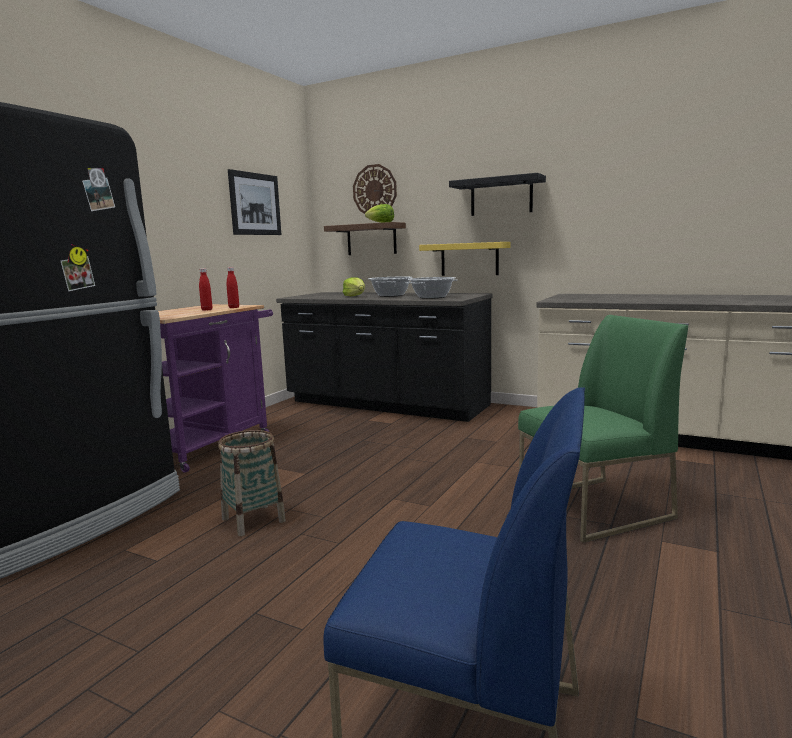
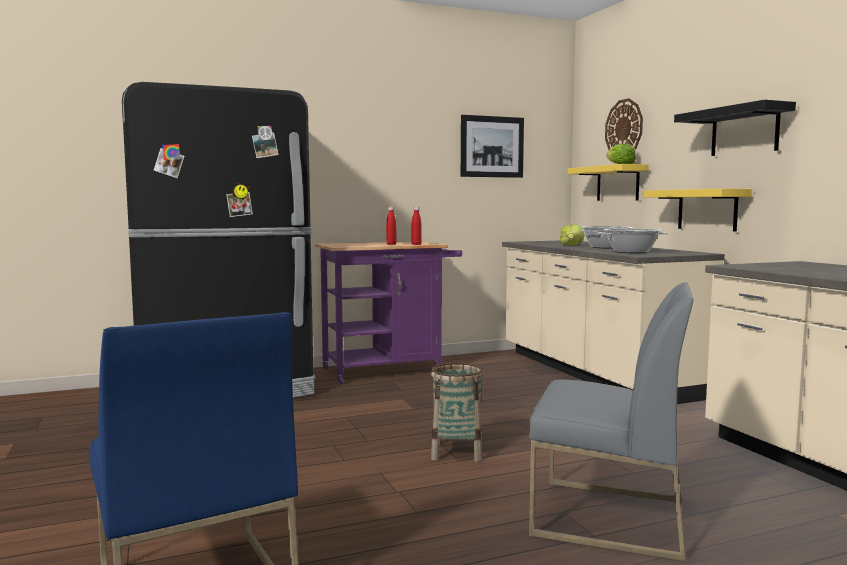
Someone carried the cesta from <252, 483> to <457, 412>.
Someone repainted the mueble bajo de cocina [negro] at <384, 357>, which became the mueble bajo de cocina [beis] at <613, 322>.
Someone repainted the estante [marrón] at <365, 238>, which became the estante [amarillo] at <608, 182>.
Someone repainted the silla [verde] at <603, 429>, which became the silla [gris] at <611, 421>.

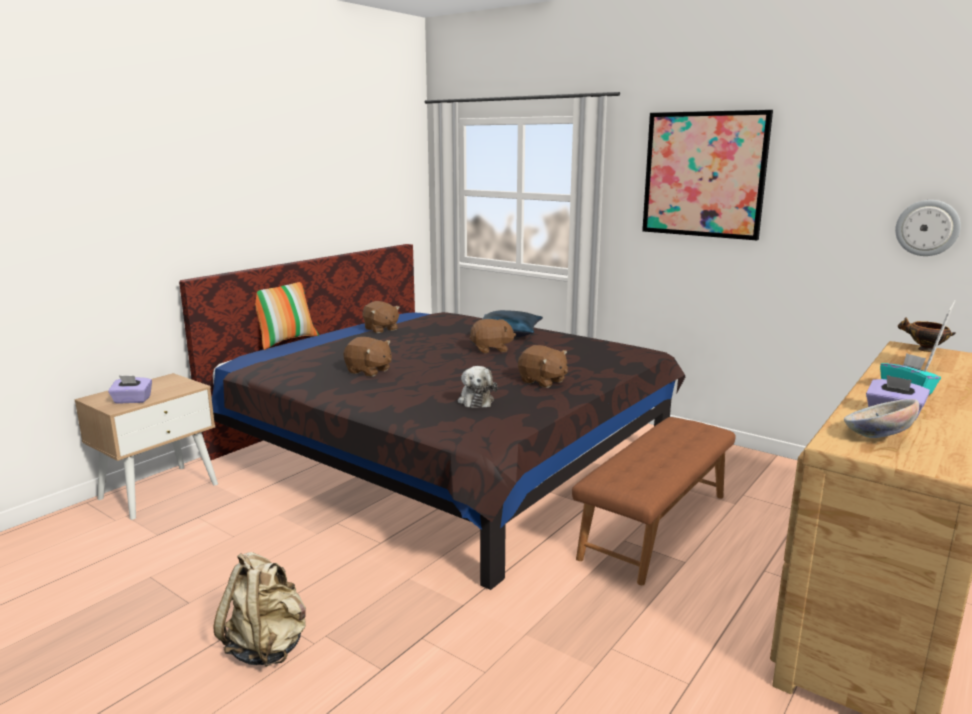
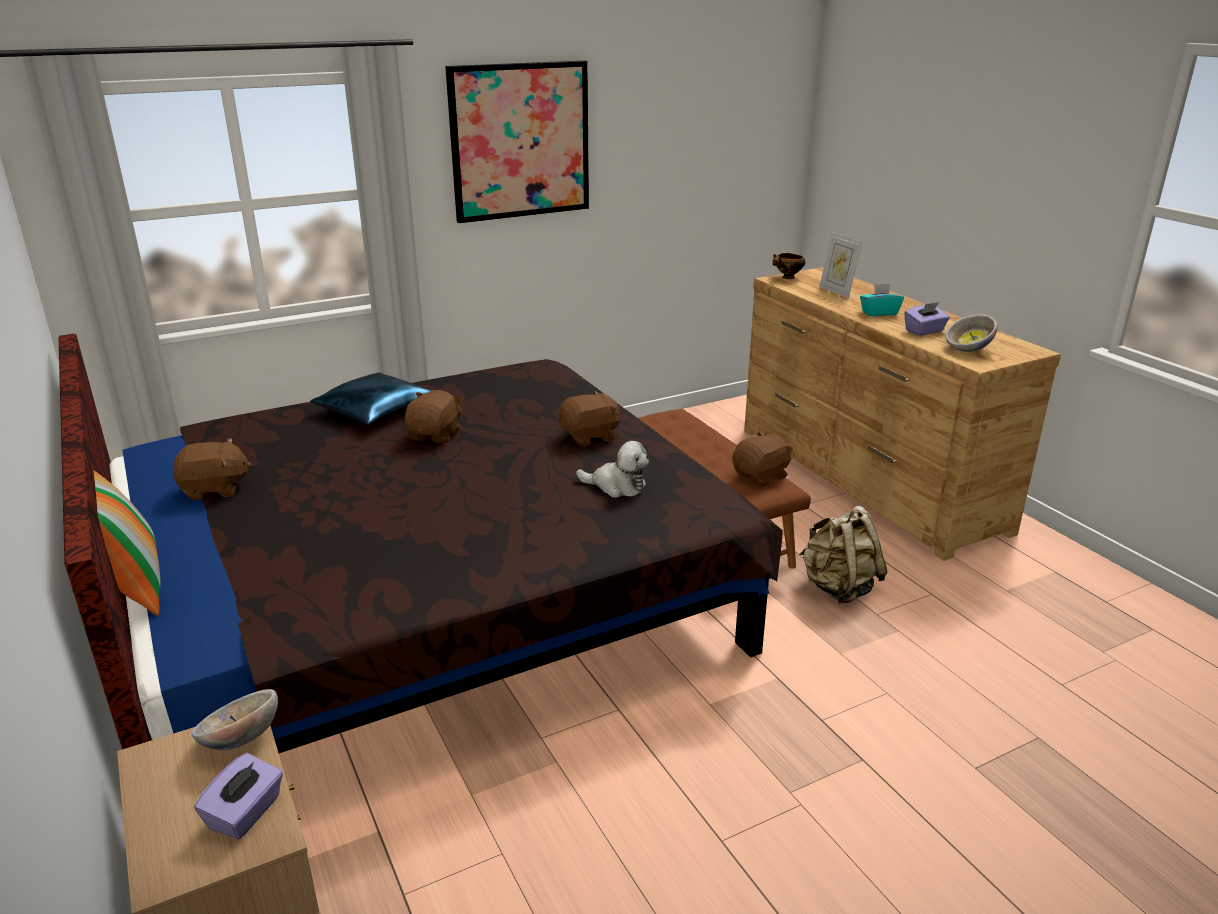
Someone took away the reloj de pared at <928, 228>.
Someone put down the cuenco at <235, 719>.
Someone carried the mochila [beis] from <259, 609> to <844, 555>.
Someone carried the peluche [marrón] from <367, 357> to <763, 459>.

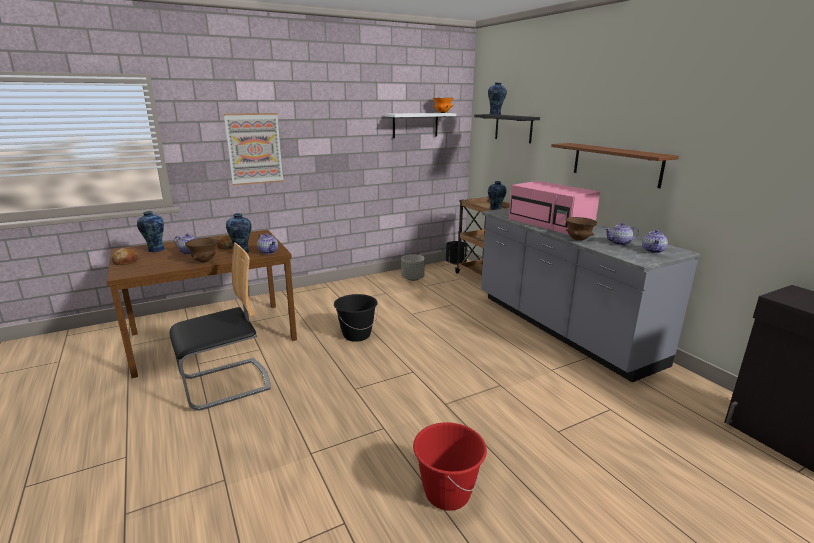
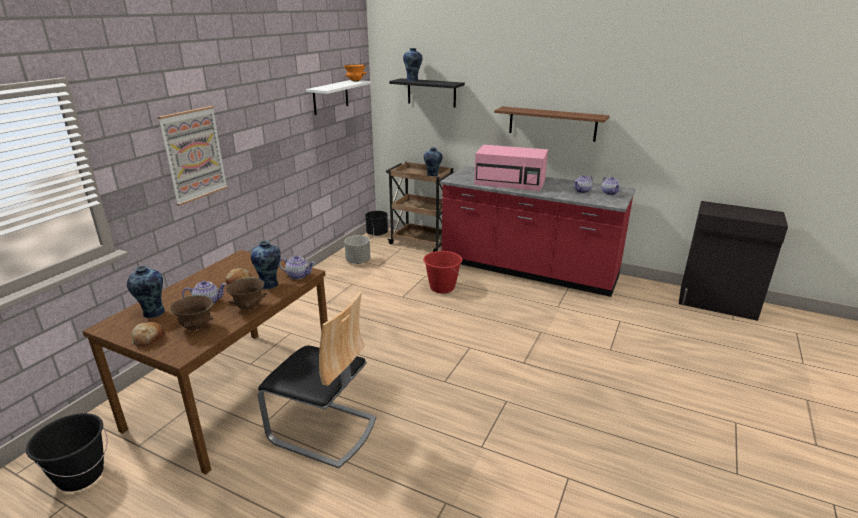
Someone carried the cubo [negro] from <356, 318> to <66, 452>.
Someone carried the cubo [rojo] from <450, 466> to <442, 272>.
Someone carried the cuenco [marrón] from <581, 229> to <191, 312>.
Someone repainted the mueble bajo de cocina [gris] at <591, 295>, which became the mueble bajo de cocina [rojo] at <537, 231>.
Someone rotated the silla at <220, 327> by 90 degrees clockwise.

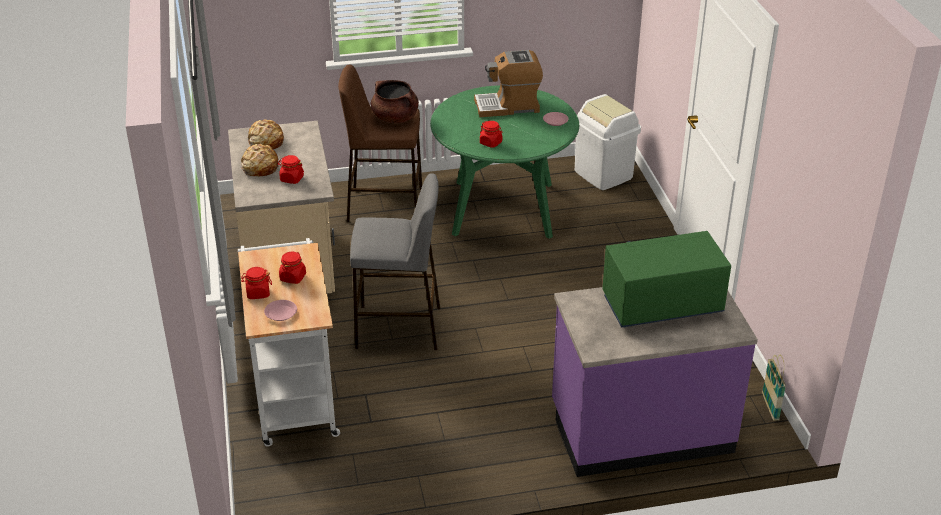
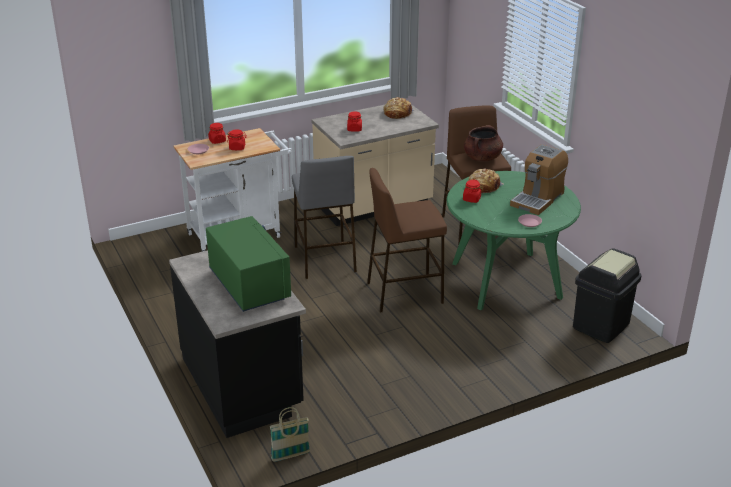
Someone put down the taburete [marrón] at <407, 240>.
Someone carried the pan from <260, 160> to <486, 180>.
Someone repainted the mueble bajo de cocina [morado] at <655, 382>, which became the mueble bajo de cocina [negro] at <237, 344>.
Someone repainted the papelera [blanco] at <608, 142>, which became the papelera [negro] at <607, 295>.
Someone rotated the cafetera at <508, 83> by 120 degrees counterclockwise.

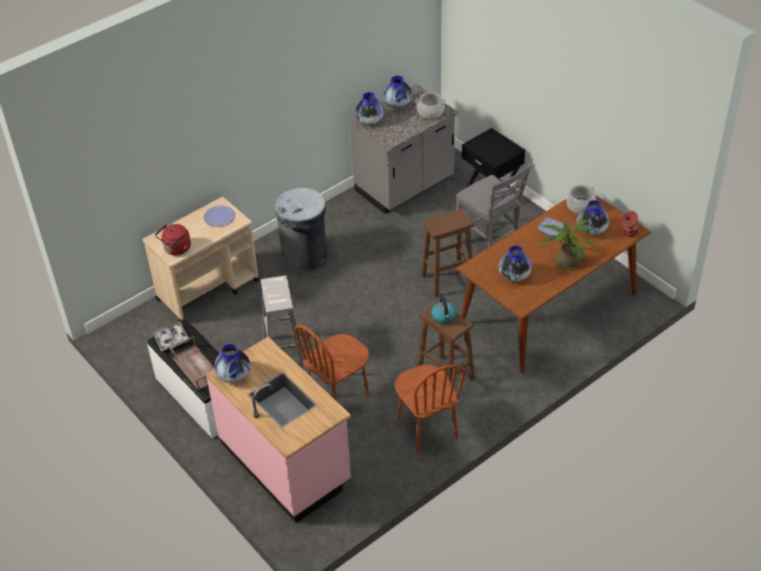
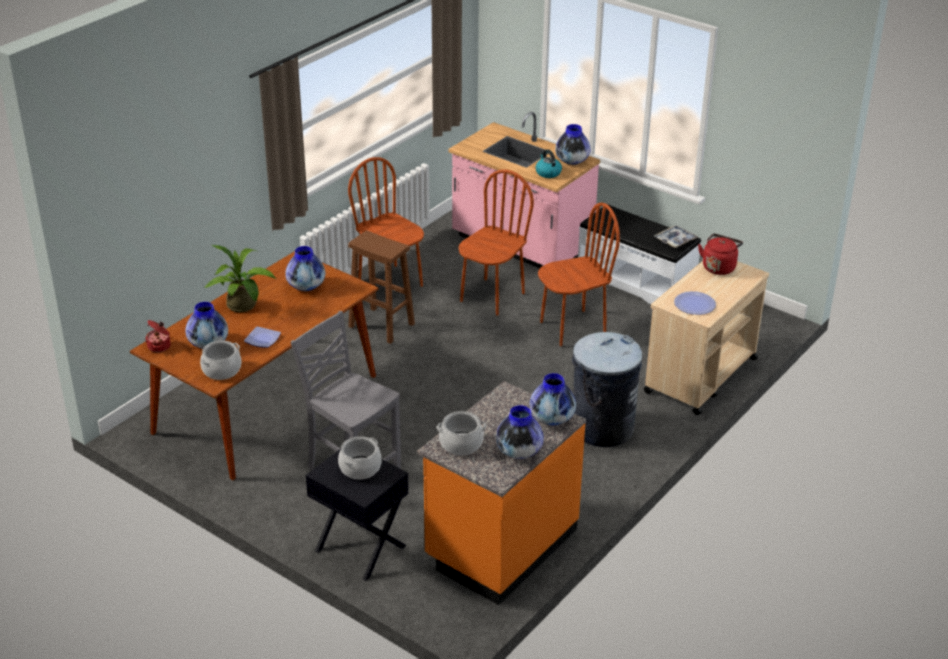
Someone took away the bandeja [marrón] at <192, 363>.
Someone took away the taburete [marrón] at <447, 253>.
Someone put down the olla at <360, 458>.
Someone carried the hervidor from <444, 310> to <549, 163>.
Someone swapped the taburete [blanco] at <282, 320> for the silla [marrón] at <579, 274>.
Someone repainted the mueble bajo de cocina [gris] at <403, 149>, which became the mueble bajo de cocina [naranja] at <501, 493>.

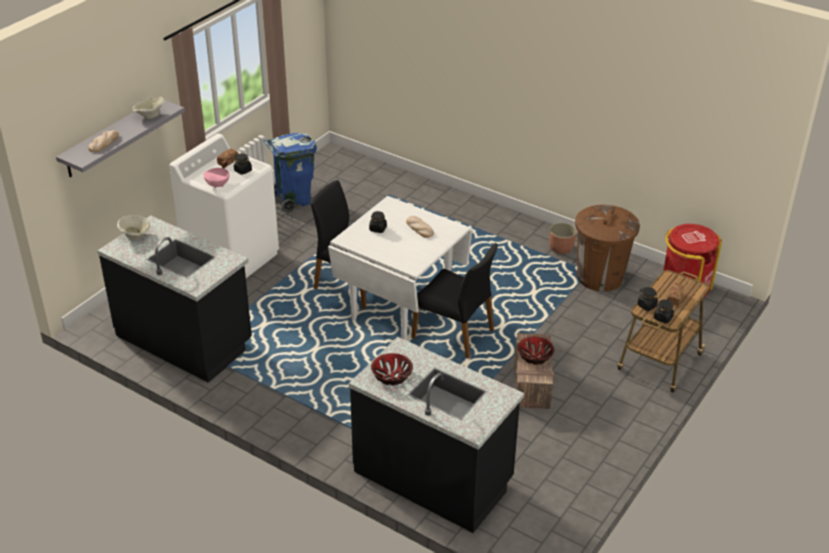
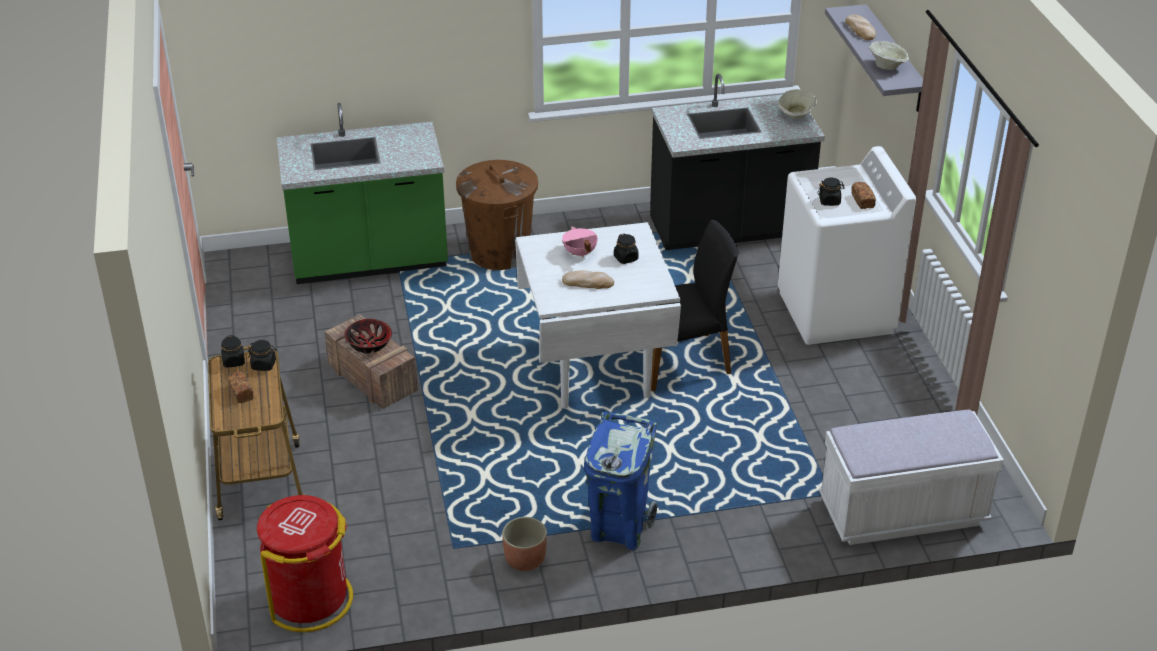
Someone took away the cuenco at <392, 369>.
Someone took away the silla [negro] at <454, 301>.
Someone put down the banco [blanco] at <911, 477>.
Someone carried the olla [rosa] from <217, 174> to <580, 242>.
Someone carried the papelera [azul] from <290, 173> to <621, 481>.
Someone carried the papelera [marrón] from <607, 248> to <497, 215>.
Someone repainted the mueble bajo de cocina [negro] at <436, 435>, which became the mueble bajo de cocina [verde] at <362, 193>.

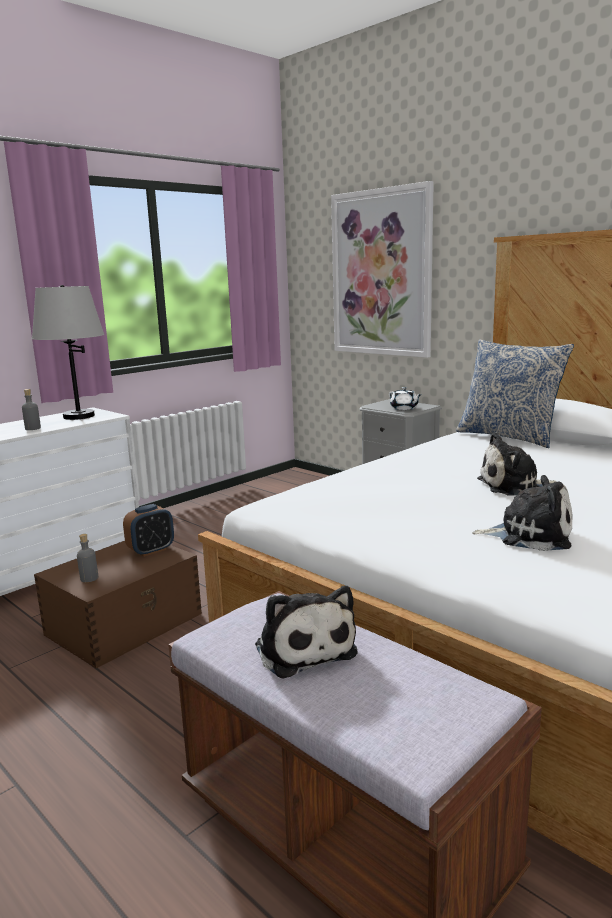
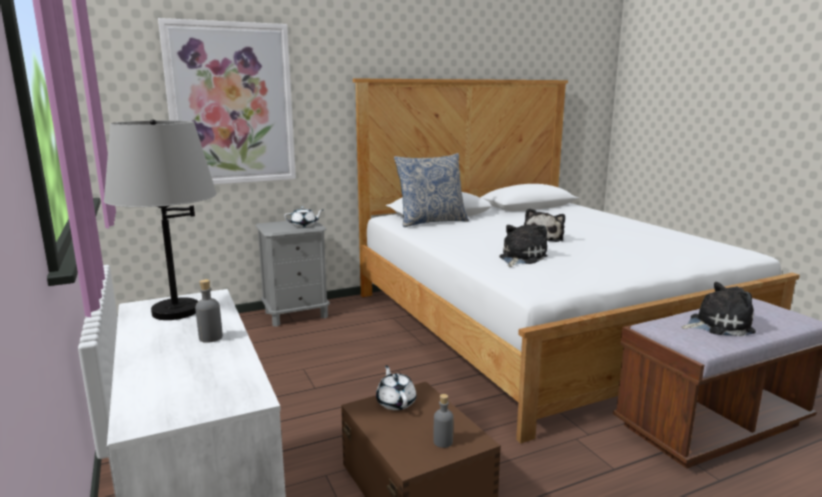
Someone carried the peluche from <522, 513> to <523, 245>.
Someone swapped the despertador at <148, 530> for the tetera [blanco] at <396, 387>.

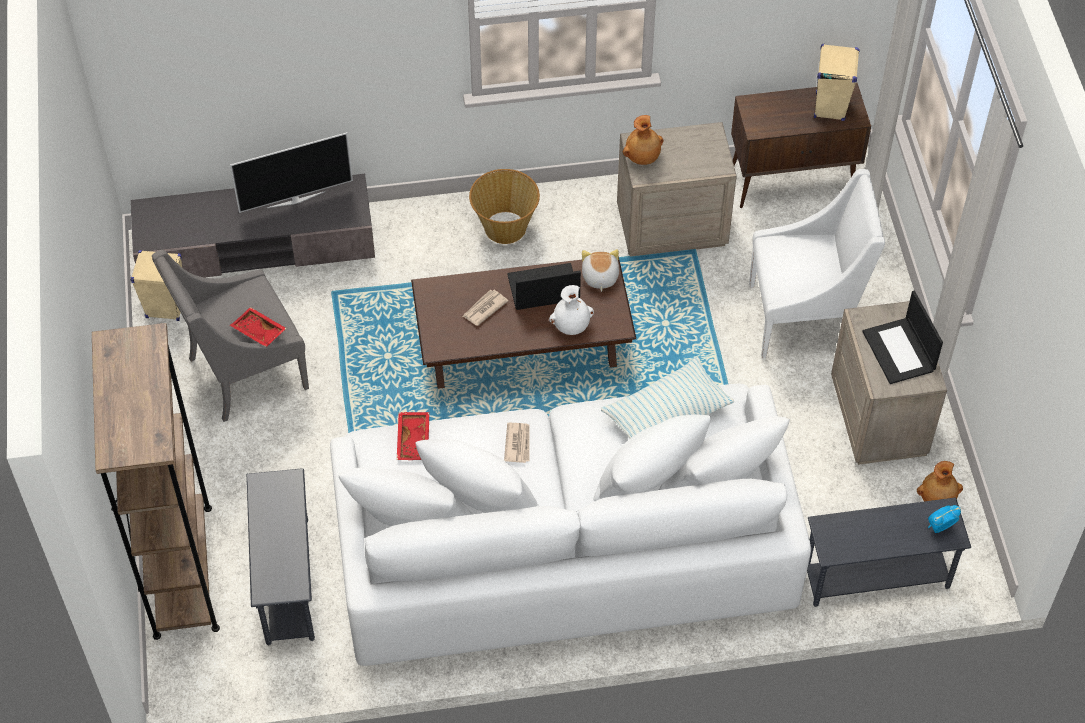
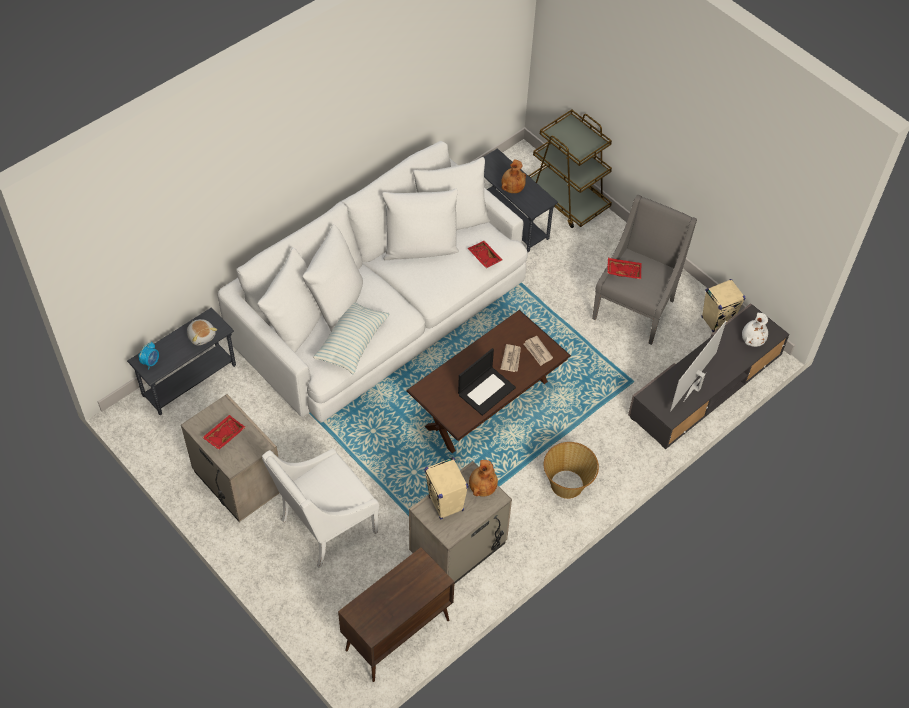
Someone carried the periódico from <517, 443> to <538, 351>.
Someone carried the florero [blanco] from <571, 310> to <755, 330>.
Someone carried the peluche from <600, 270> to <202, 332>.
Someone carried the altavoz [beis] from <836, 82> to <446, 488>.
Someone carried the florero [marrón] from <940, 481> to <513, 176>.
Someone swapped the estantería [marrón] at <156, 481> for the carrito [marrón] at <570, 168>.
Someone swapped the portátil at <902, 337> for the bandeja [rojo] at <224, 432>.

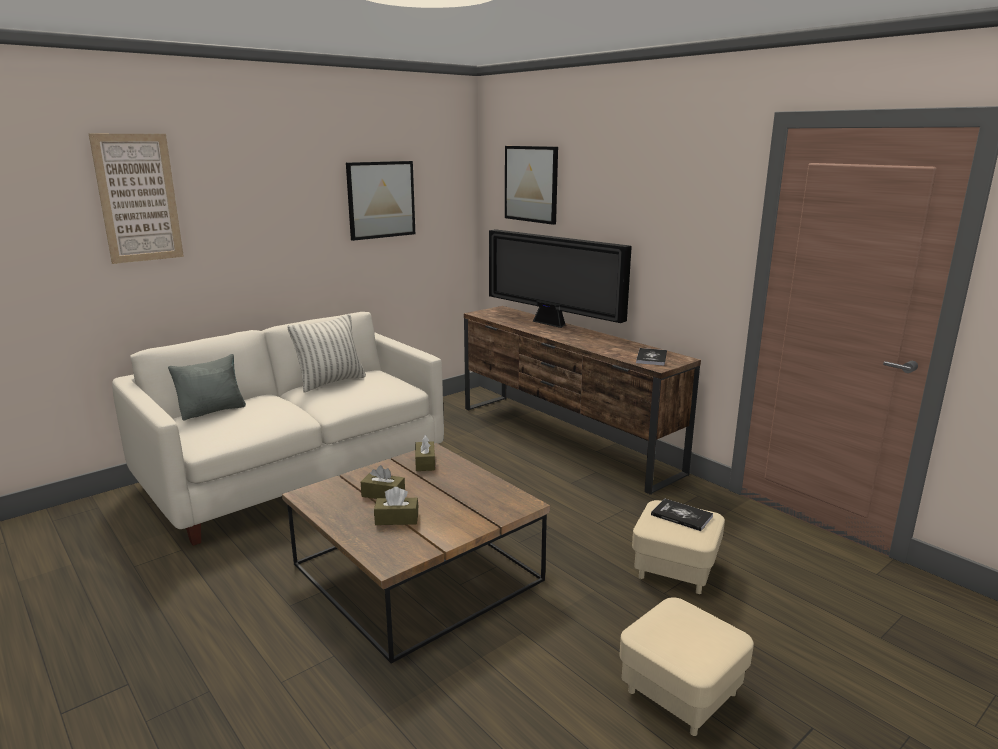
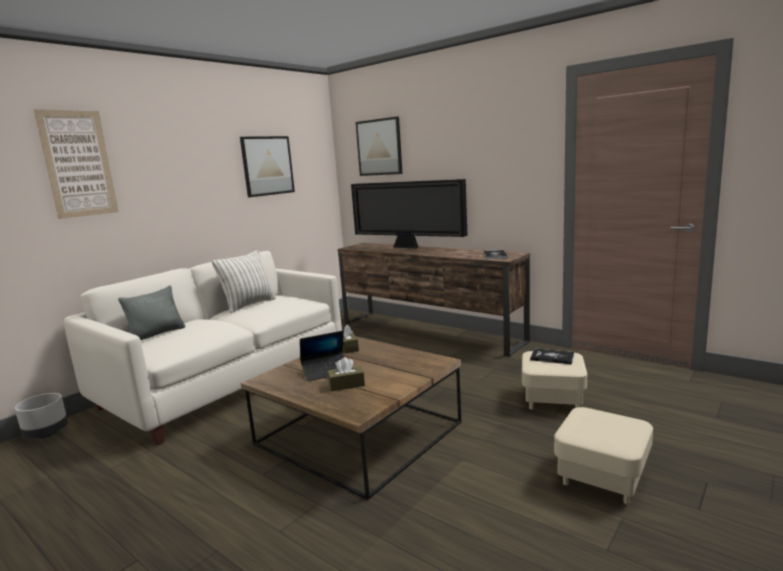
Someone put down the maceta [gris] at <41, 416>.
Someone swapped the caja de pañuelos [marrón] at <383, 482> for the portátil at <322, 356>.

